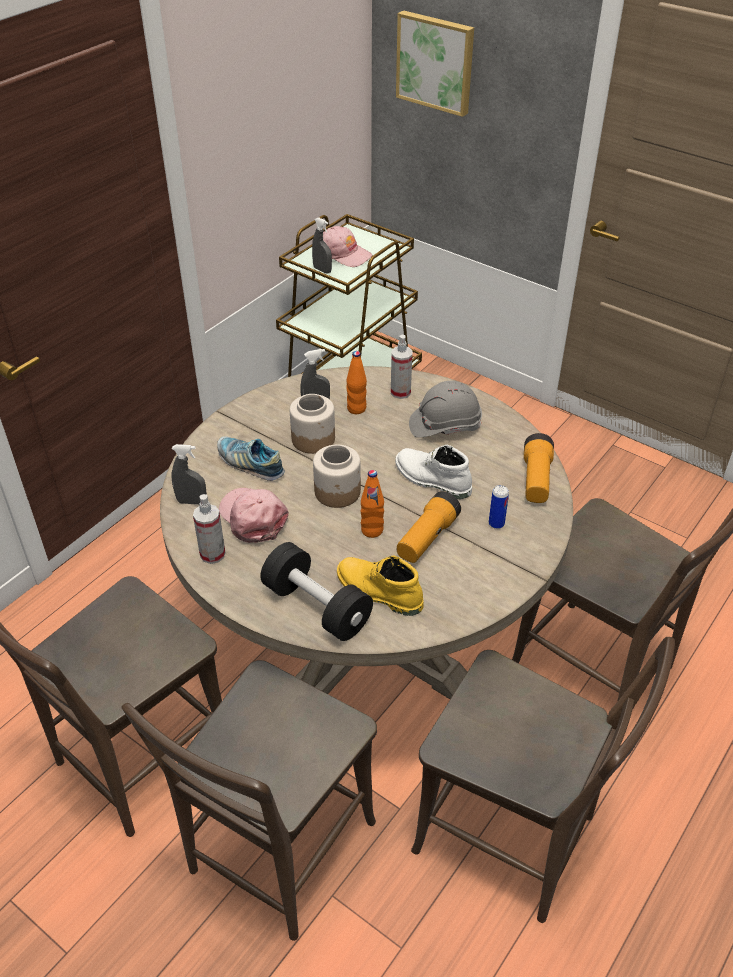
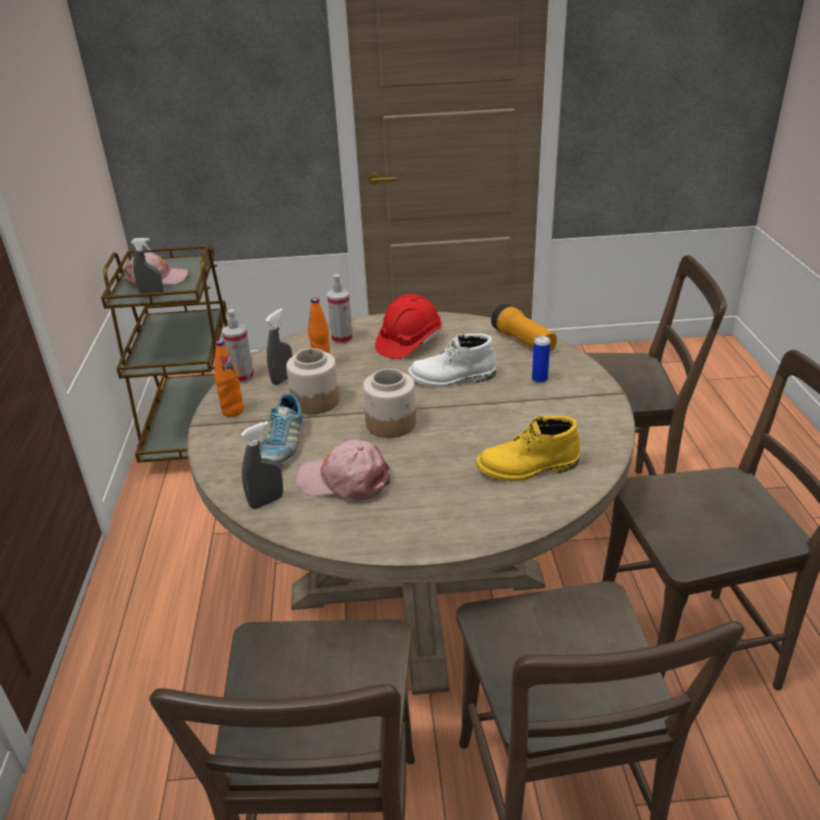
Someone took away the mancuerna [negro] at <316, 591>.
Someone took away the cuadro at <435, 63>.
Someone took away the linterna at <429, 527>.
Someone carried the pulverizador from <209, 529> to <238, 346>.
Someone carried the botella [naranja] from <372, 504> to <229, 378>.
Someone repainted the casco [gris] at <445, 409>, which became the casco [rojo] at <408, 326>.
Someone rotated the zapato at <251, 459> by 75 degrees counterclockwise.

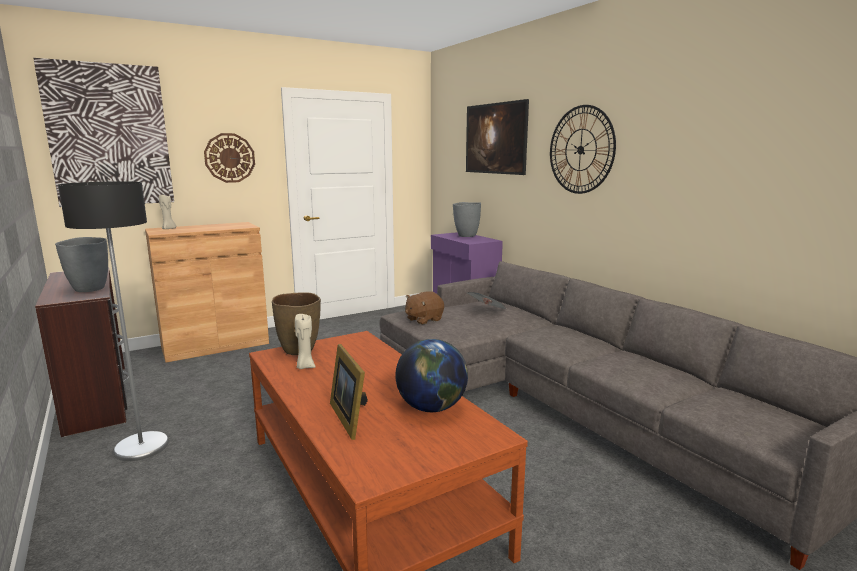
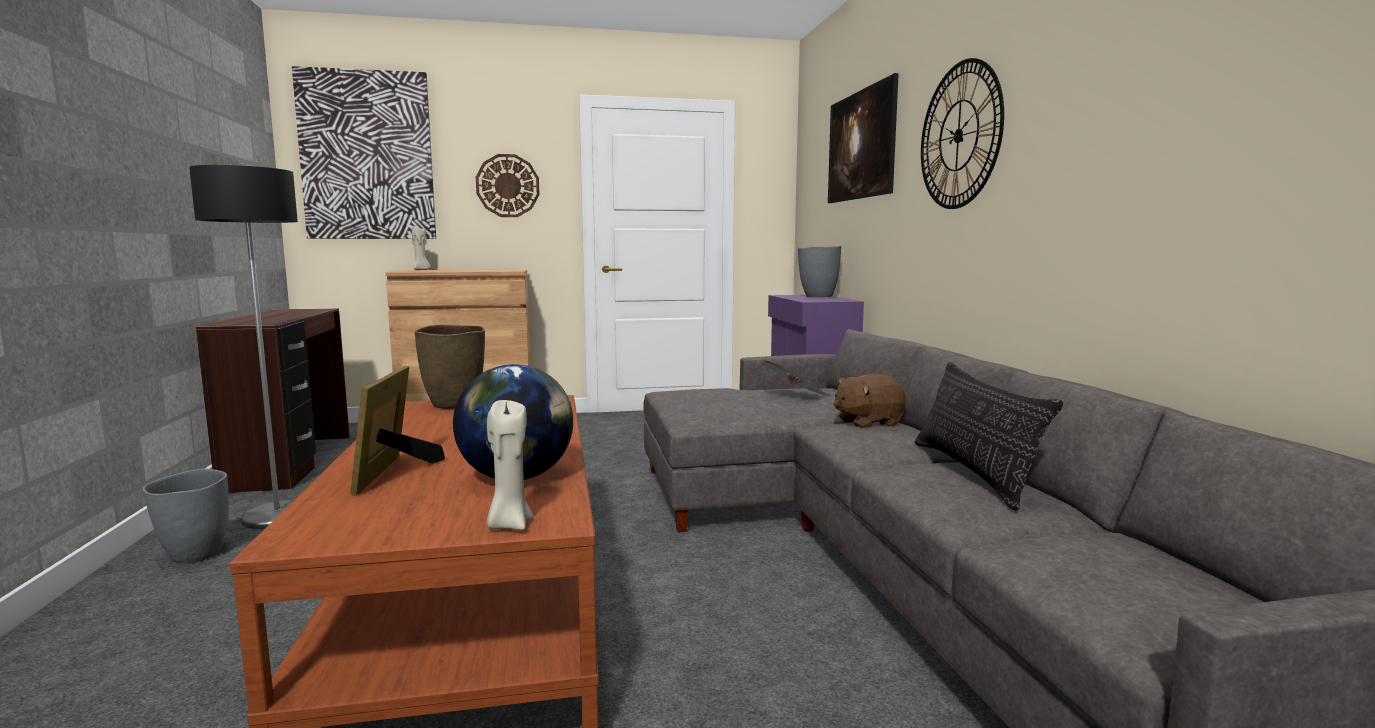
Someone put down the cojín at <989, 436>.
Someone carried the florero [gris] from <81, 264> to <186, 516>.
Someone carried the vela [beis] from <305, 341> to <510, 465>.
Someone carried the peluche [marrón] from <424, 308> to <870, 401>.

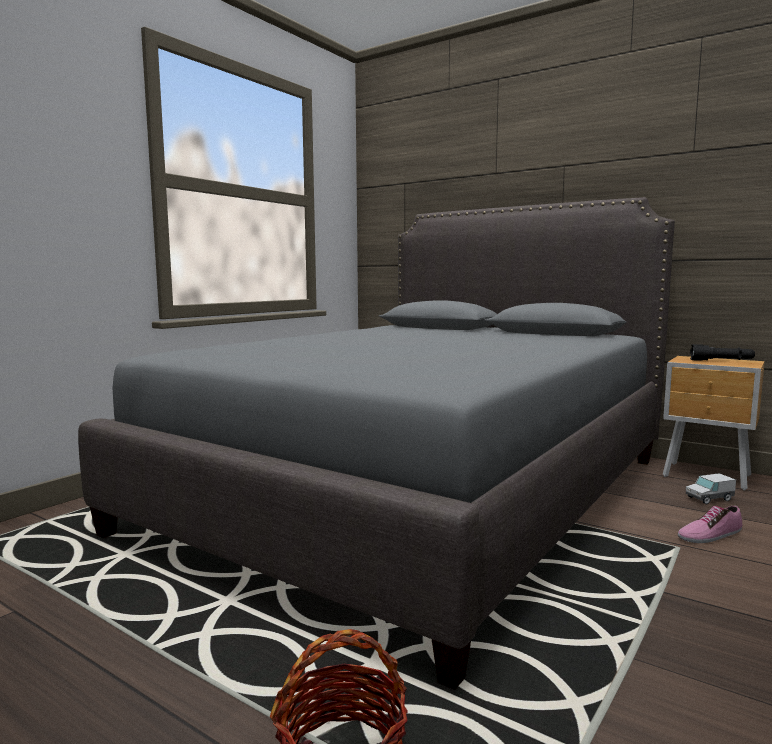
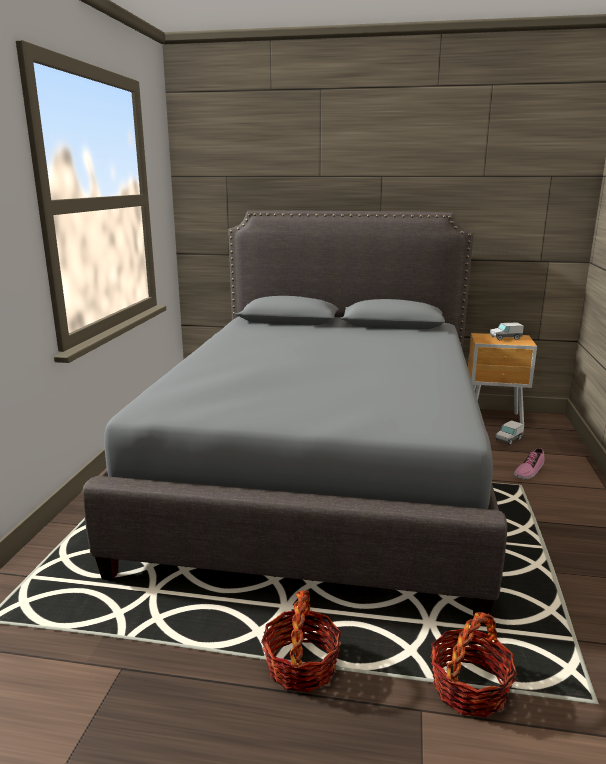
Someone put down the cesta at <301, 641>.
Someone swapped the linterna [negro] at <722, 352> for the camión de juguete at <507, 332>.

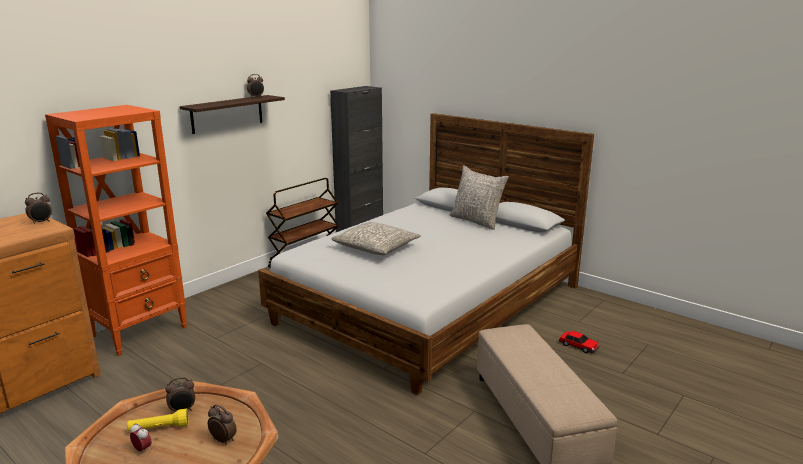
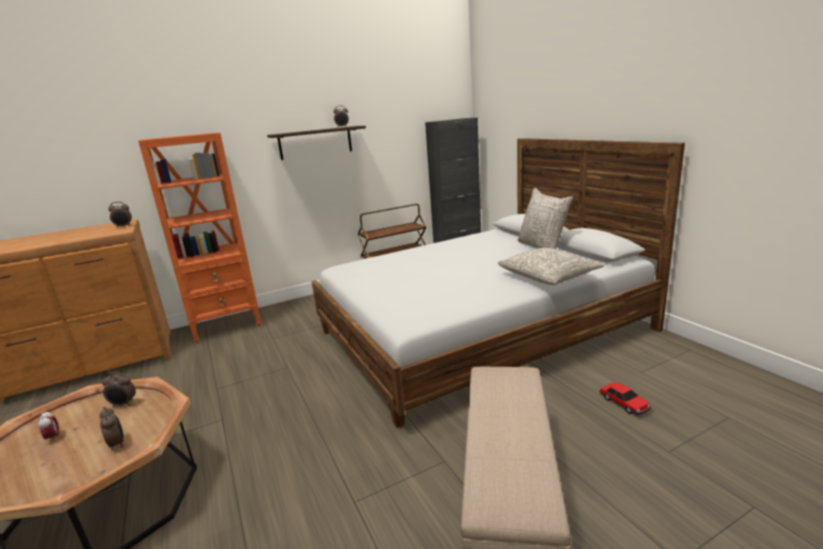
Someone took away the linterna [amarillo] at <157, 420>.
Someone carried the cojín [gris] from <376, 238> to <551, 266>.

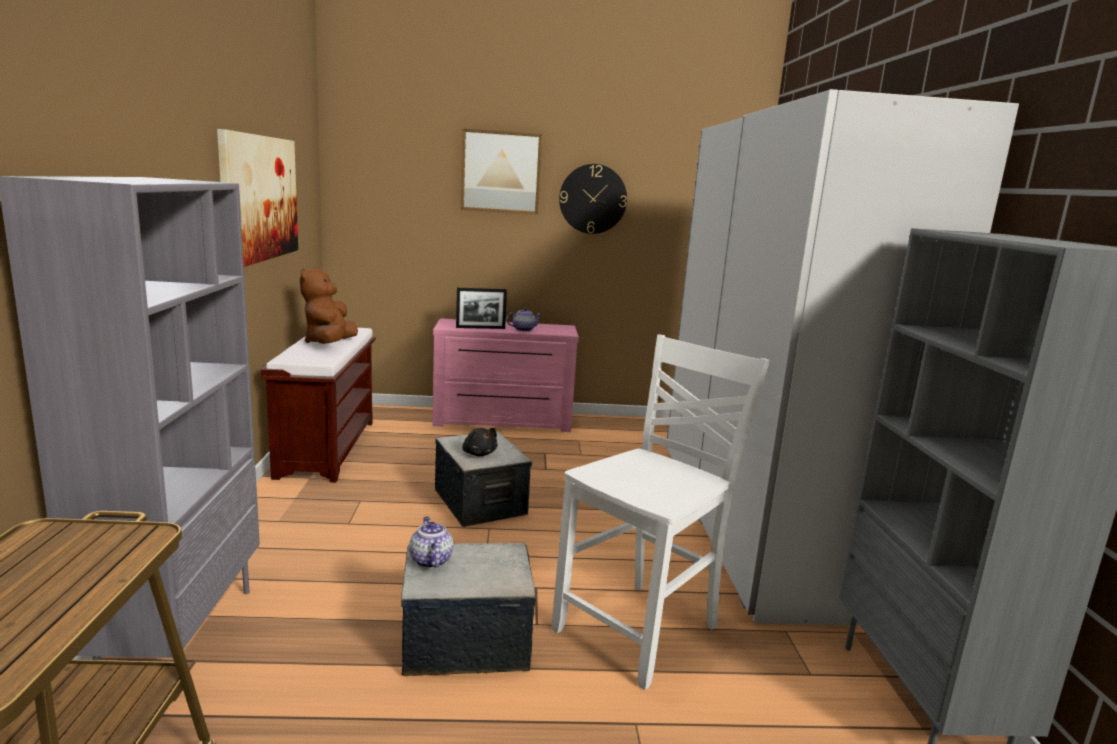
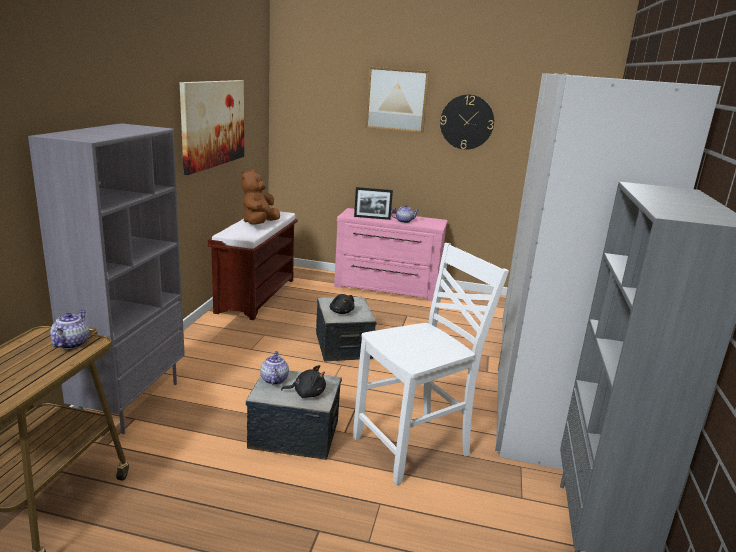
Someone put down the tetera at <69, 329>.
Someone put down the peluche [negro] at <303, 381>.

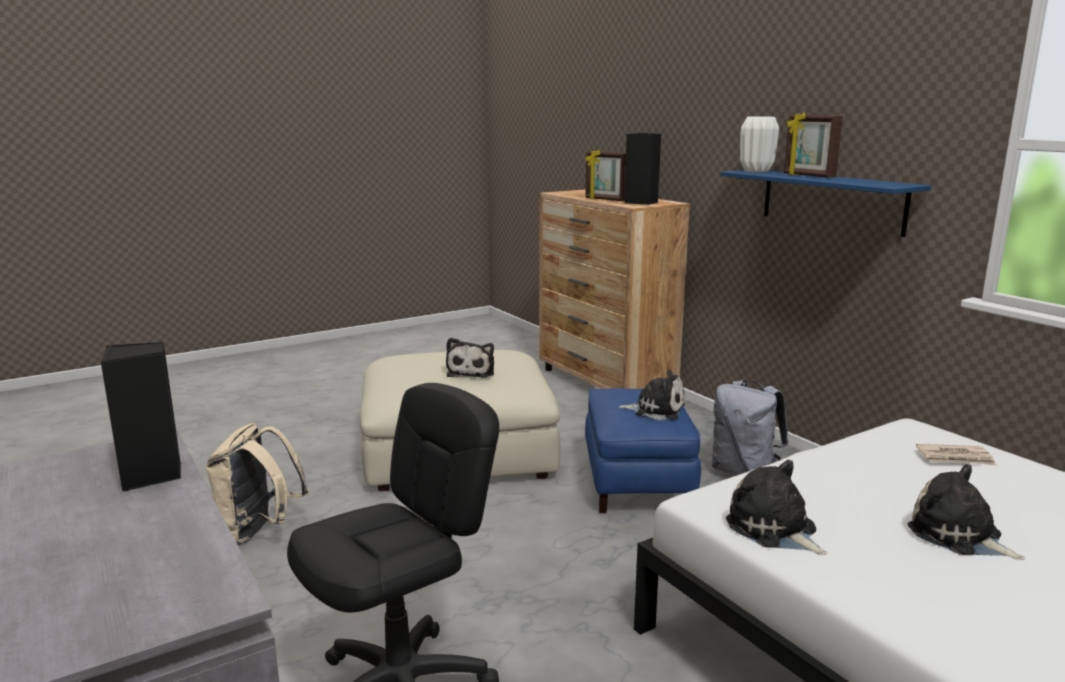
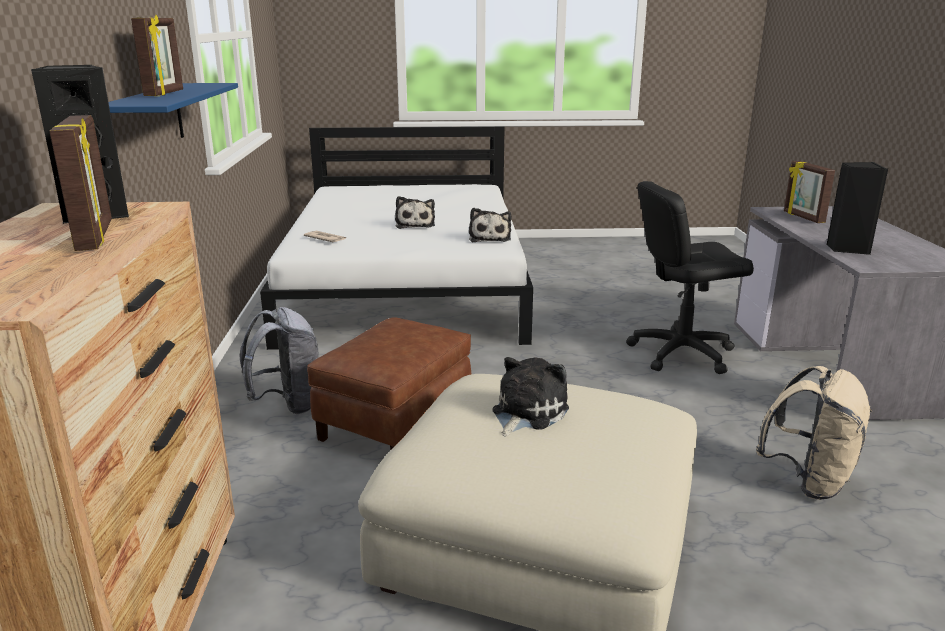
Someone took away the peluche at <651, 395>.
Someone took away the florero [blanco] at <759, 144>.
Someone put down the portarretratos at <809, 192>.
Someone repainted the puf [azul] at <643, 450>, which became the puf [marrón] at <389, 384>.

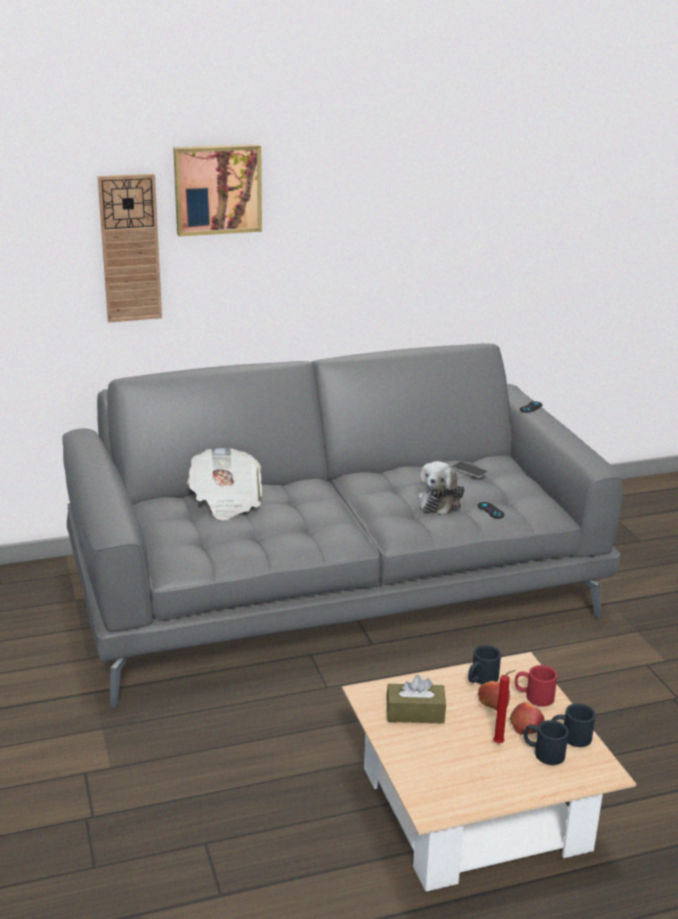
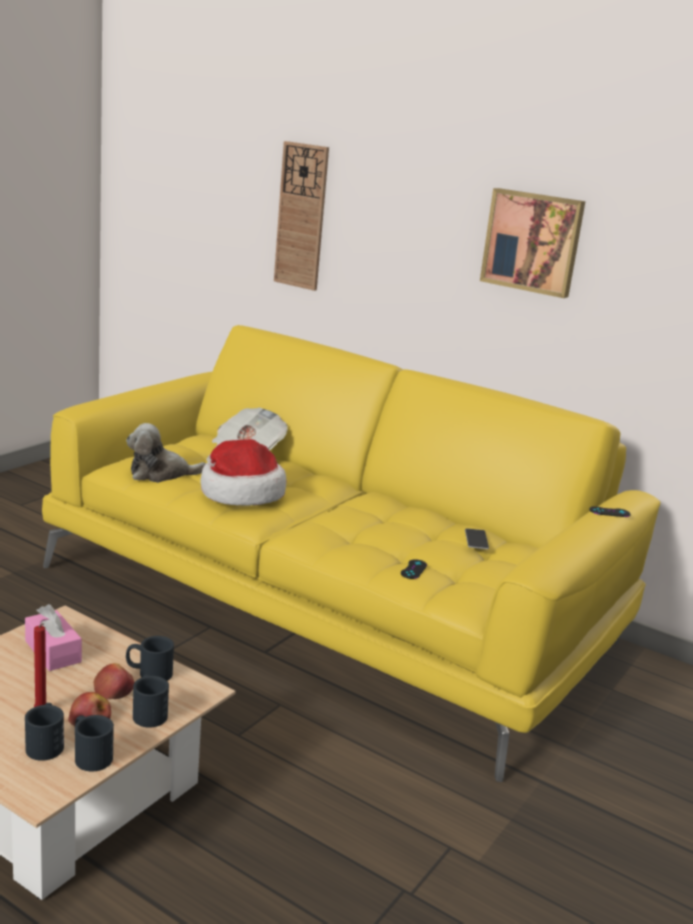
Someone put down the sombrero at <243, 472>.
Someone carried the cuadro from <217, 190> to <532, 243>.
Someone carried the peluche from <441, 488> to <166, 453>.
Someone repainted the sofá [gris] at <343, 525>, which became the sofá [amarillo] at <351, 553>.
Someone repainted the caja de pañuelos [marrón] at <416, 699>, which became the caja de pañuelos [rosa] at <53, 637>.
Someone repainted the taza grande [rojo] at <536, 685>, which became the taza grande [negro] at <151, 701>.

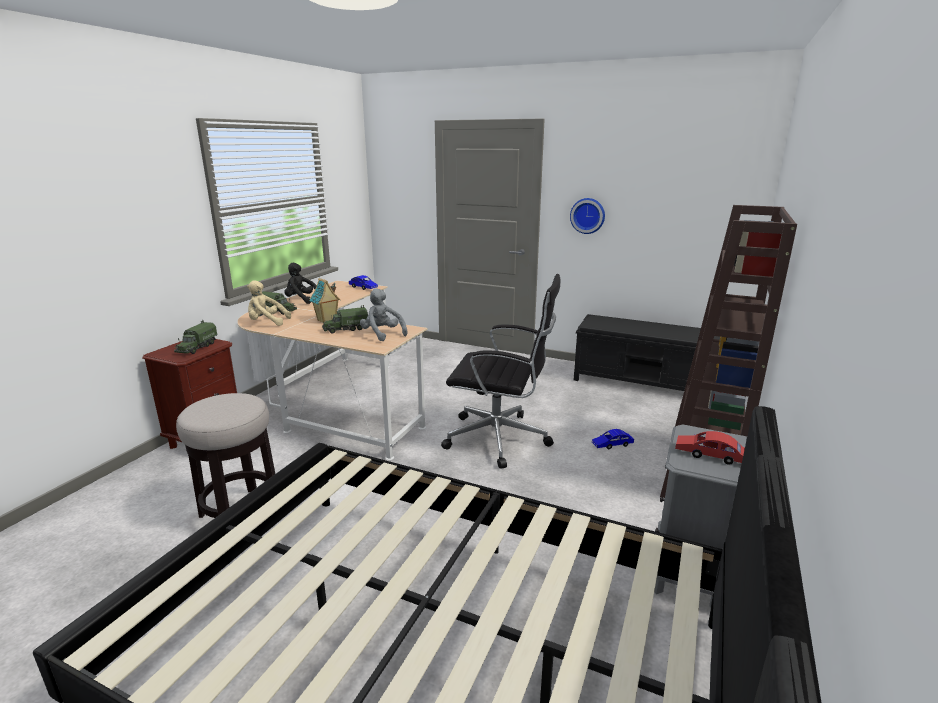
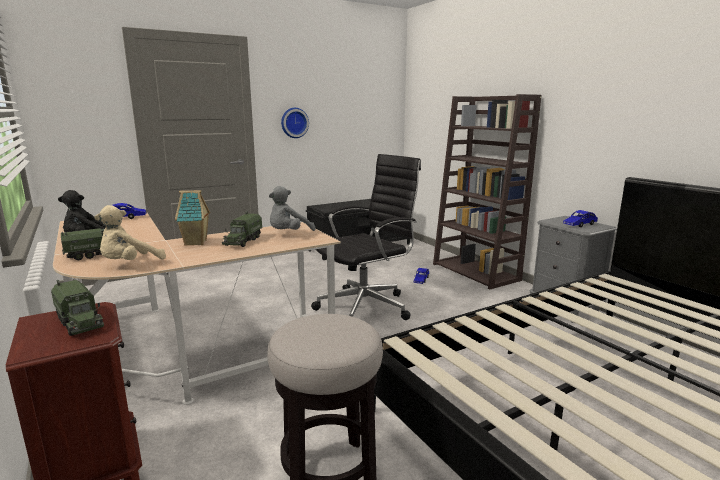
Someone repainted the coche de juguete [rojo] at <710, 448>, which became the coche de juguete [azul] at <580, 218>.
Someone rotated the peluche [gris] at <384, 314> by 45 degrees counterclockwise.

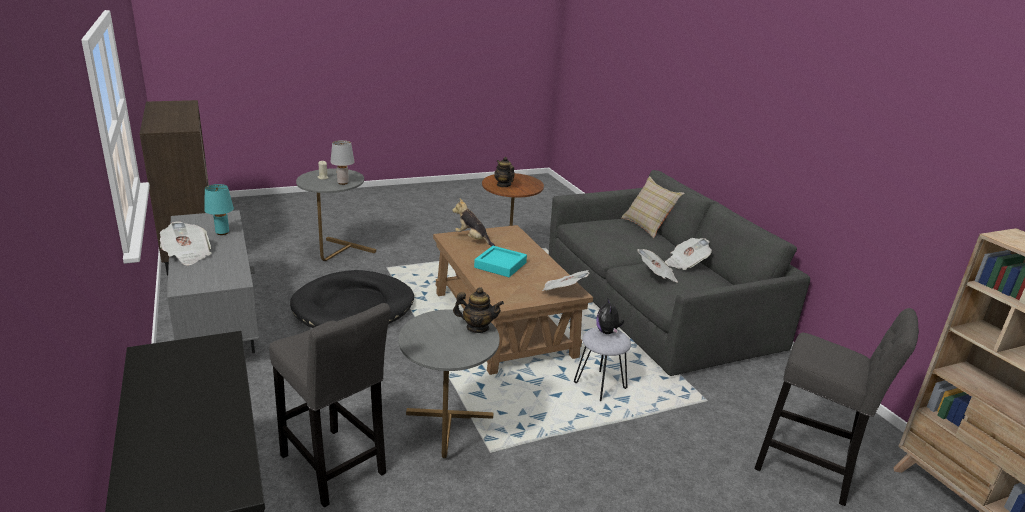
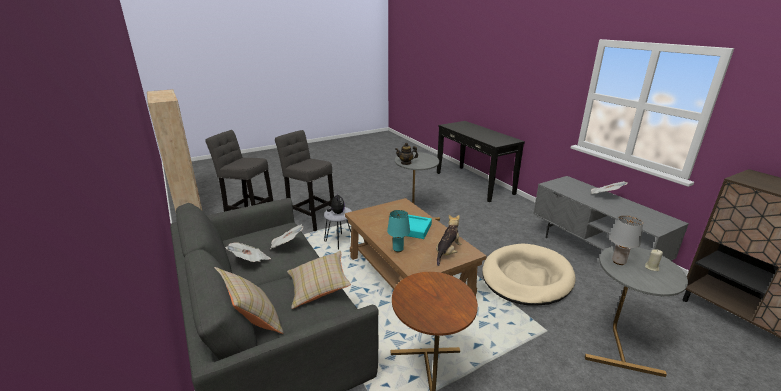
Someone took away the tetera at <504, 172>.
Someone took away the periódico at <566, 280>.
Someone put down the cojín [beis] at <319, 280>.
Someone carried the lámpara de mesa [turquesa] from <219, 209> to <398, 231>.
Someone carried the taburete [gris] from <330, 405> to <304, 180>.
Someone repainted the cama para perro [negro] at <352, 299>, which became the cama para perro [beis] at <529, 275>.
Someone rotated the peluche at <473, 222> by 90 degrees counterclockwise.

